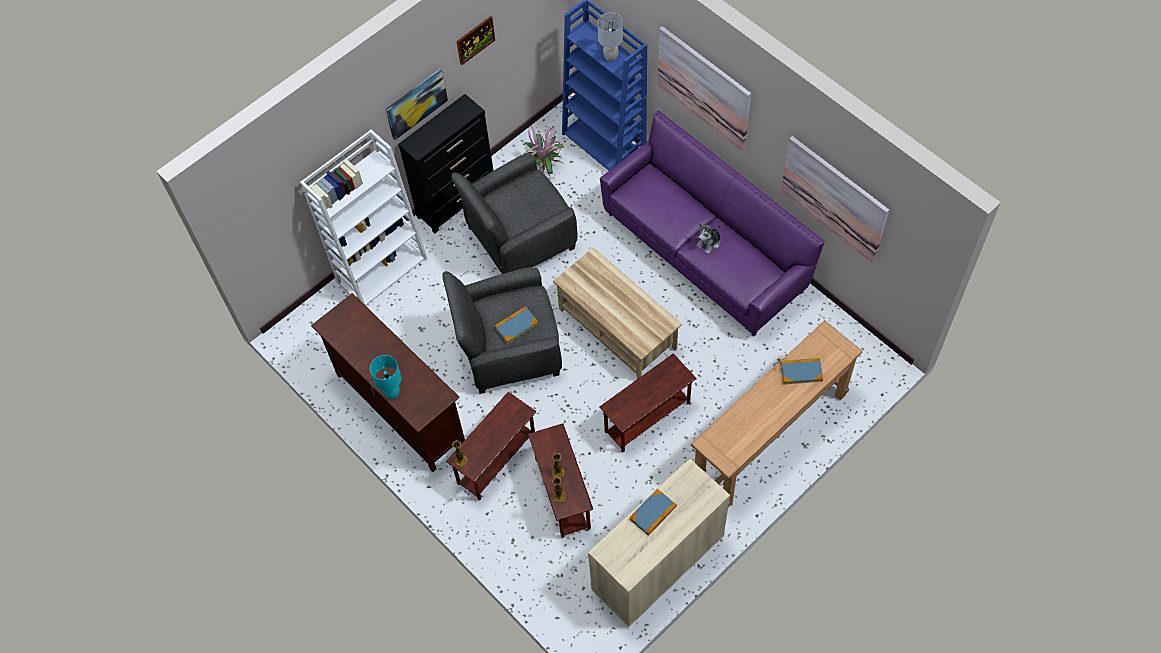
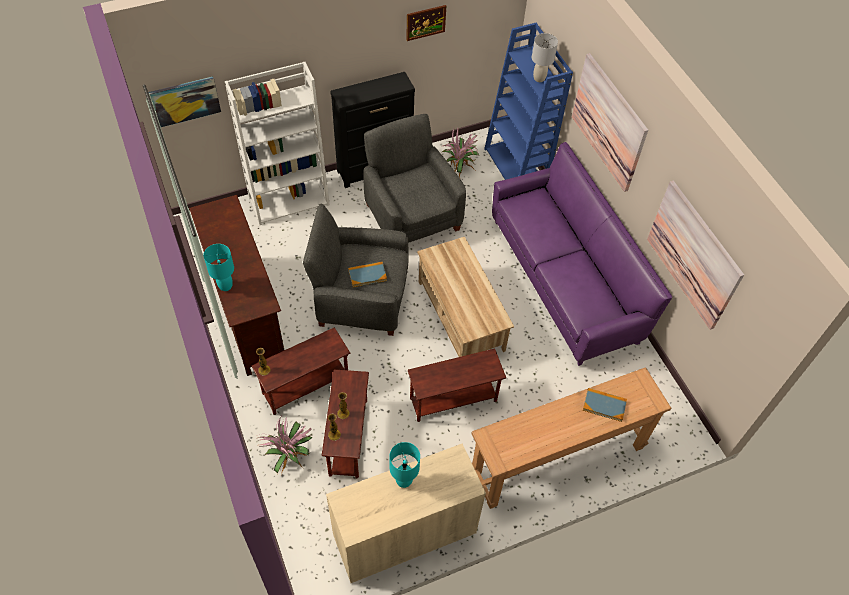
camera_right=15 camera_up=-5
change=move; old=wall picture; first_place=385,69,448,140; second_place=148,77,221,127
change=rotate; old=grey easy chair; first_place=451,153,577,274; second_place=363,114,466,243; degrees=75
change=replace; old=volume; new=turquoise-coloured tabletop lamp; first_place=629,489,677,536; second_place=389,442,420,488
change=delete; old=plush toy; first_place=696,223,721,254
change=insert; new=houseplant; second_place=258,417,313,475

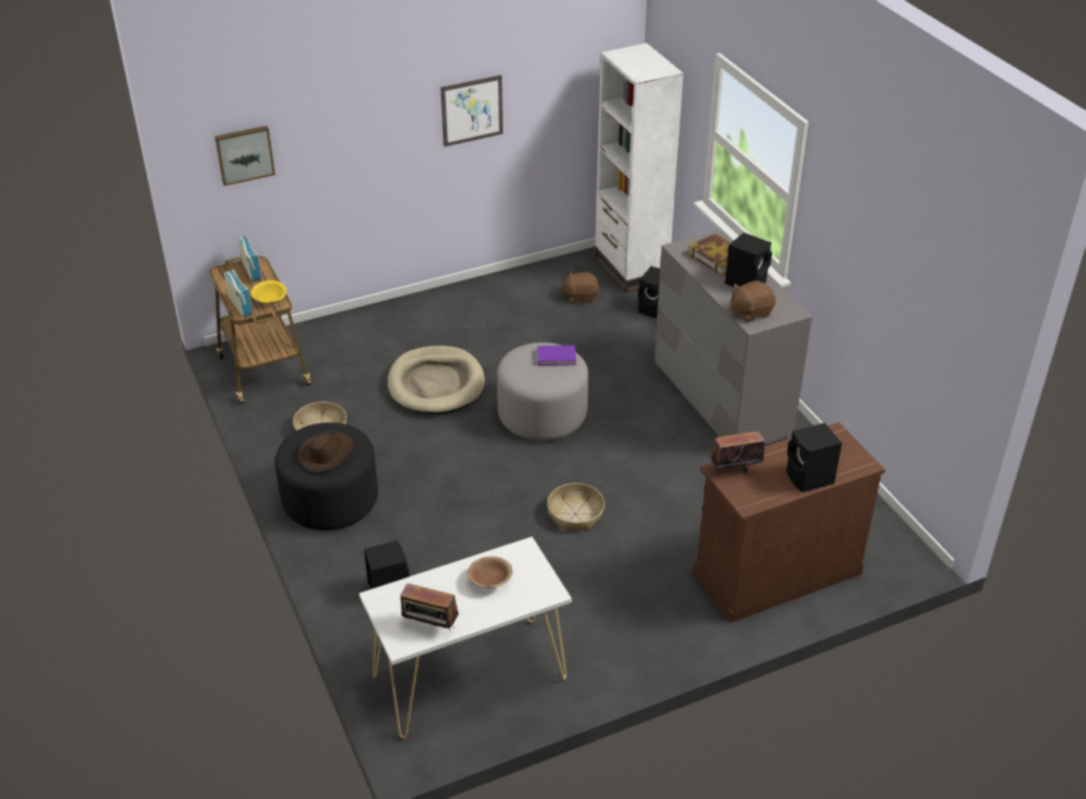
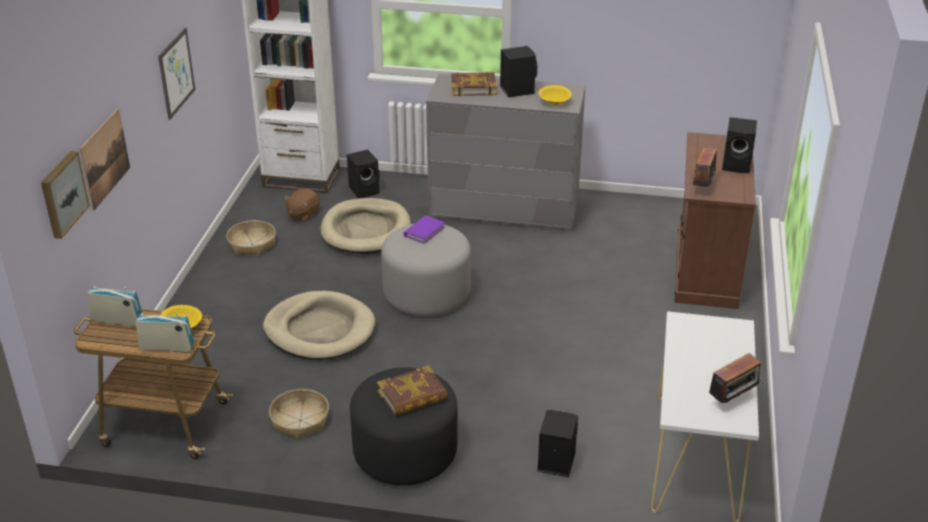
camera_right=-55 camera_up=-5
change=replace; old=brown clothing hat; new=volume; first_place=298,431,354,473; second_place=377,366,448,416
change=delete; old=brown serving bowl; first_place=467,556,513,588
change=move; old=basket; first_place=547,483,605,530; second_place=227,220,276,256
change=replace; old=brown plush toy; new=yellow serving bowl; first_place=730,281,776,322; second_place=538,85,572,105
change=insert; new=wall picture; second_place=80,108,130,211
change=insert; new=beige pet bed; second_place=321,198,411,254

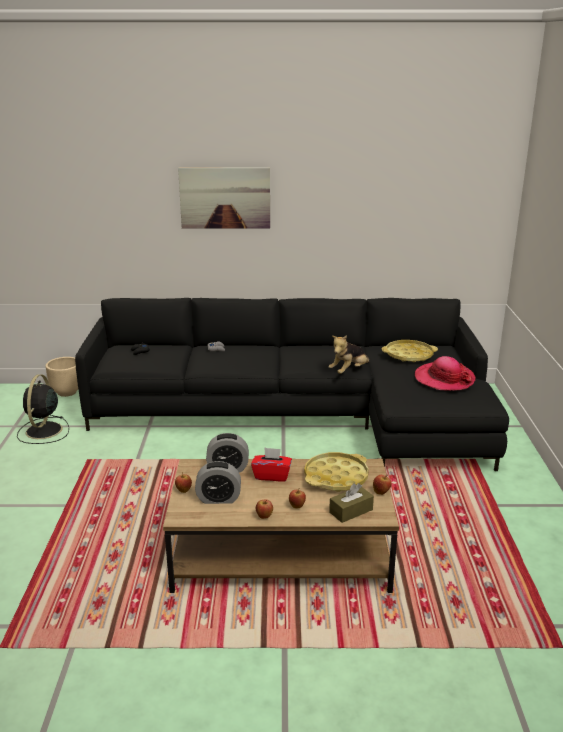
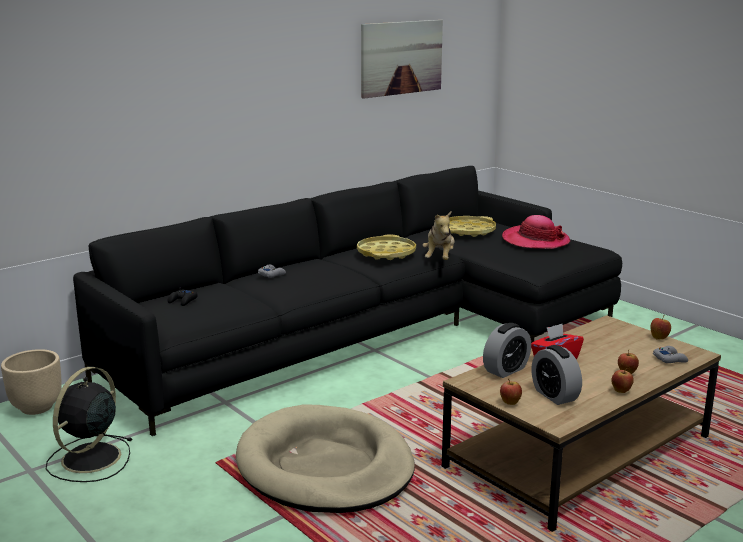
camera_right=-40 camera_up=-5
change=rotate; old=blackish electric fan; first_place=17,374,69,444; second_place=46,367,133,482; degrees=60
change=move; old=wall picture; first_place=178,167,270,228; second_place=361,20,443,99
change=rotate; old=bedside clock; first_place=195,461,241,504; second_place=531,345,582,405; degrees=105
change=move; old=yellow tray; first_place=304,452,369,492; second_place=357,234,416,260
change=replace; old=brown tissue box; new=grey gamepad; first_place=329,483,374,523; second_place=653,346,688,363
change=insert; new=beige pet bed; second_place=236,404,415,513

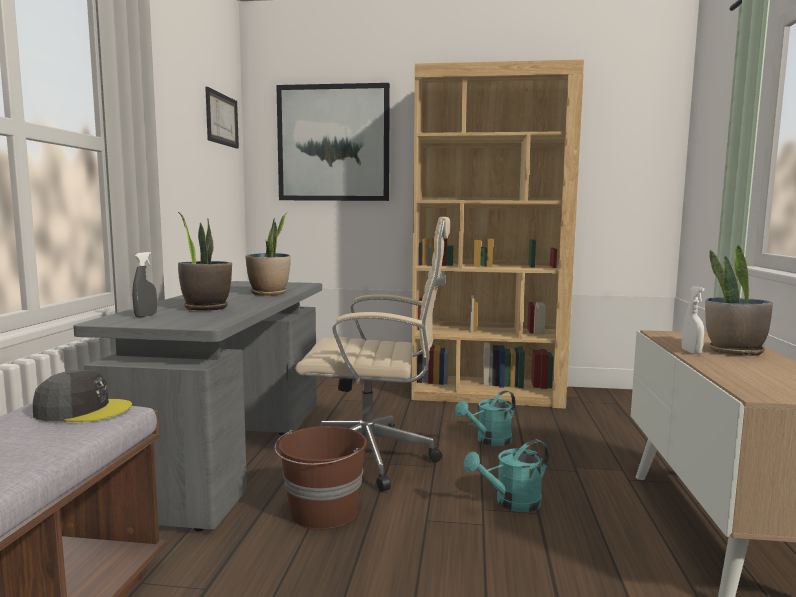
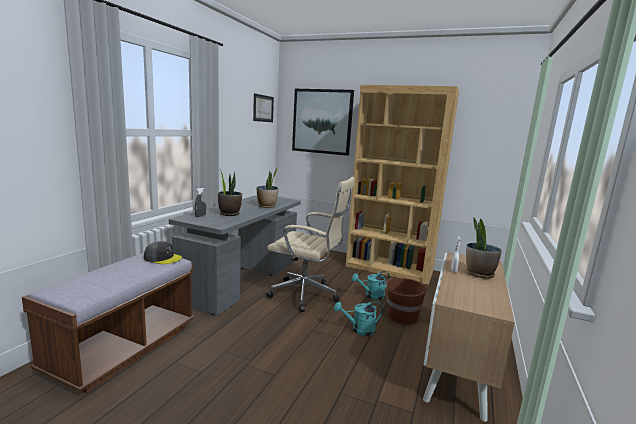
camera_right=15 camera_up=5
change=move; old=brown pail; first_place=274,426,367,530; second_place=385,278,427,324

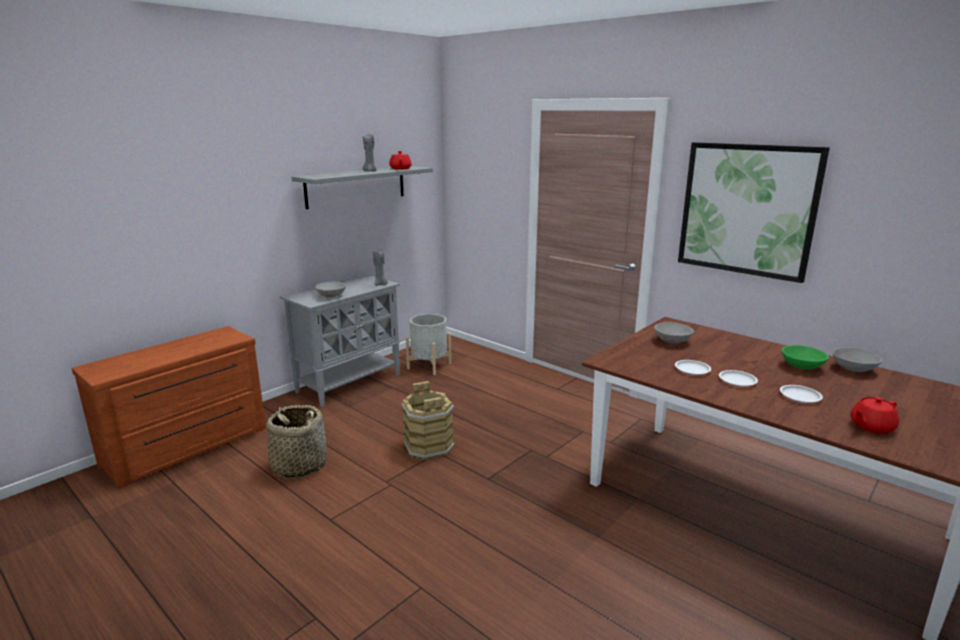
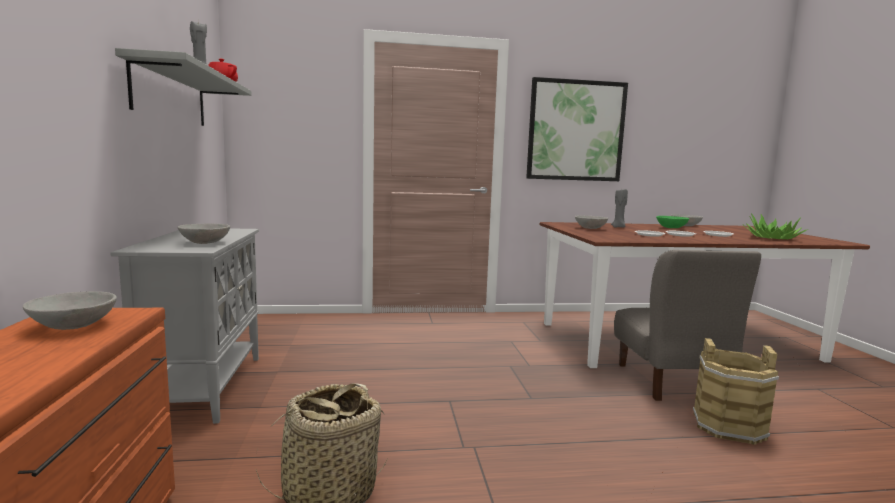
camera_right=-50 camera_up=-10
change=move; old=grey wax candle; first_place=373,251,388,286; second_place=611,189,628,228
change=move; old=brown pail; first_place=402,381,455,460; second_place=693,338,779,445
change=delete; old=grey planter; first_place=406,314,452,375
change=replace; old=reddish teapot; new=houseplant; first_place=850,397,899,434; second_place=742,213,808,239
change=insert; new=grey serving bowl; second_place=23,291,117,330
change=insert; new=grey plain chair; second_place=614,250,761,401

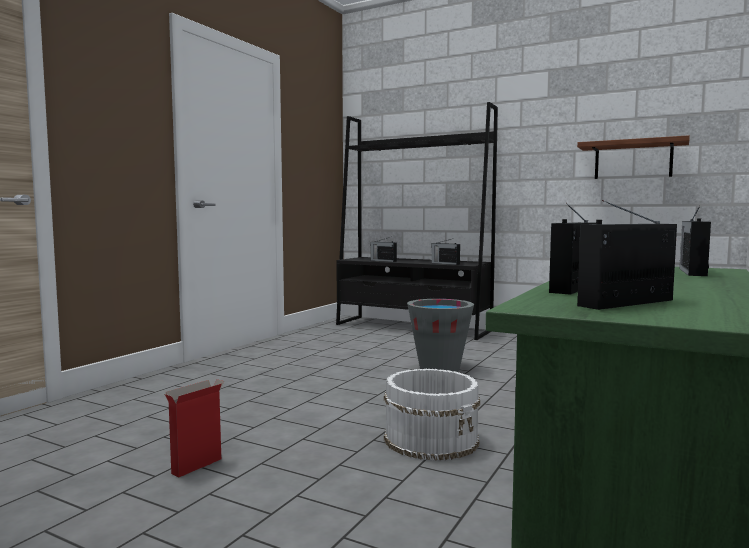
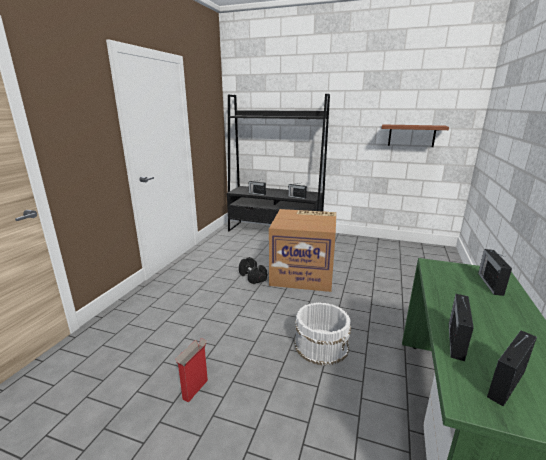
camera_right=-10 camera_up=15
change=replace; old=grey pail; new=packing box; first_place=407,299,474,372; second_place=269,209,336,292
change=insert; new=blackish dumbbell; second_place=239,257,267,284

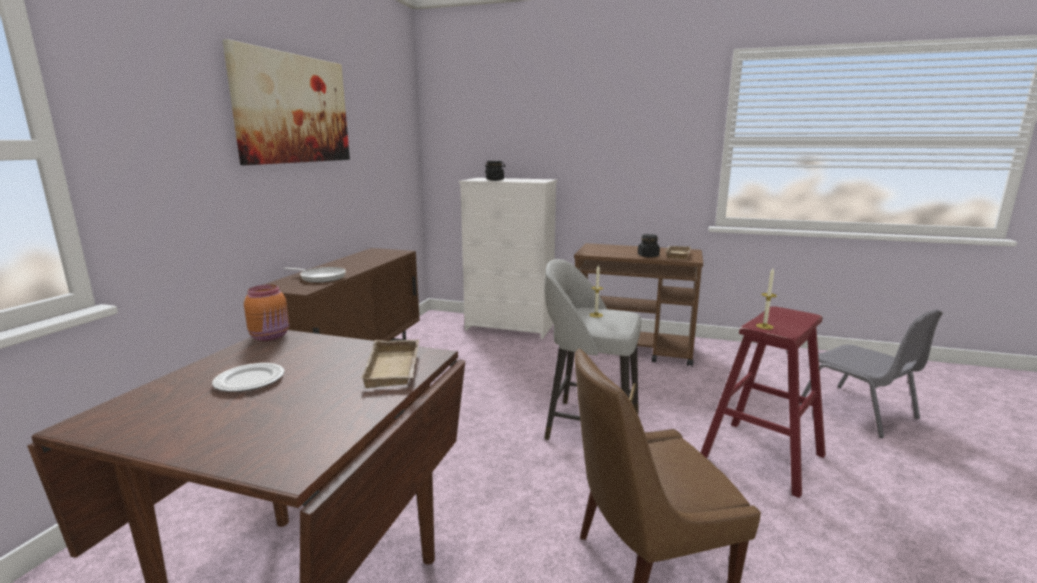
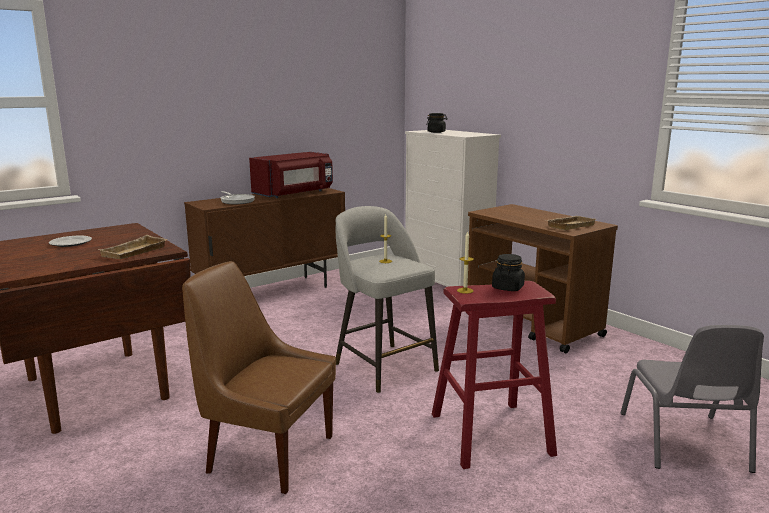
camera_right=35 camera_up=0
change=delete; old=wall picture; first_place=222,39,350,165
change=delete; old=orange-coloured jar; first_place=244,284,289,341
change=move; old=blackish jar; first_place=638,234,660,257; second_place=492,254,525,291
change=insert; new=reddish microwave oven; second_place=249,152,333,198

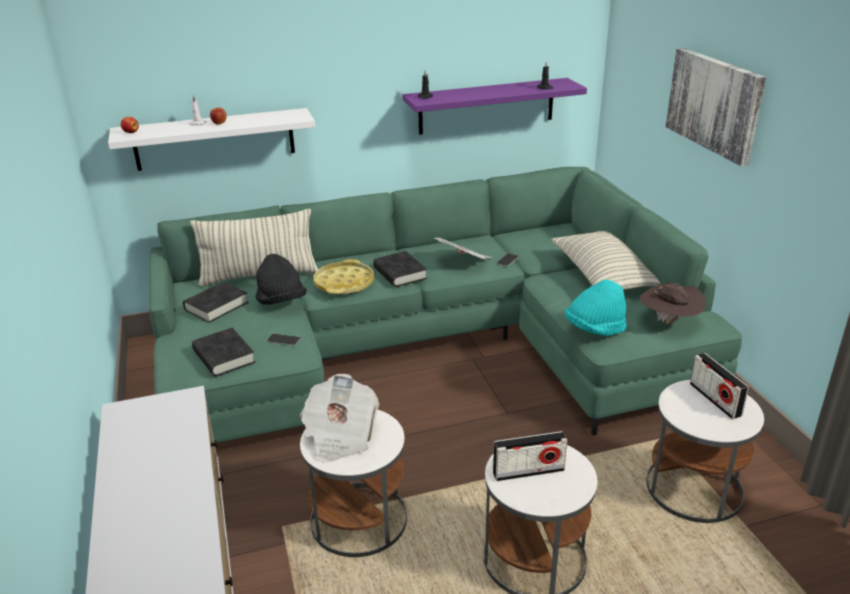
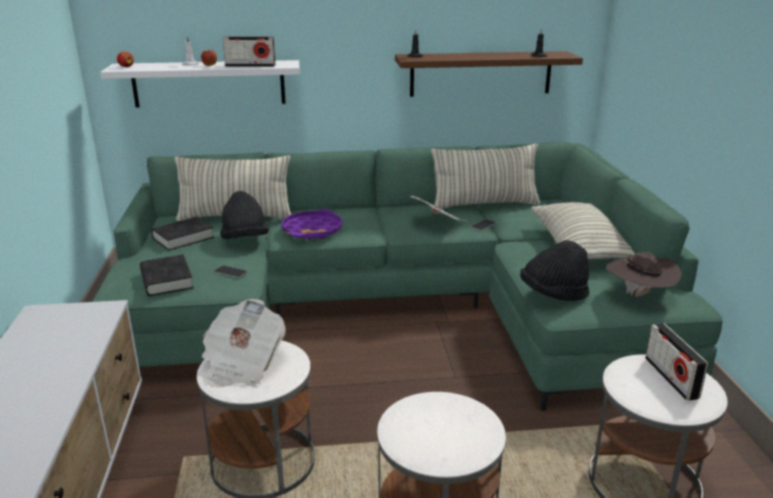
camera_right=10 camera_up=-5
change=recolor; old=yellow tray; new=purplish tray; first_place=314,259,374,295; second_place=281,209,342,239
change=delete; old=blackish volume; first_place=373,251,427,287
change=recolor; old=purplish shelf; new=brown shelf; first_place=403,78,587,135; second_place=395,51,583,97
change=move; old=radio set; first_place=493,431,567,481; second_place=222,36,275,67
change=recolor; old=turquoise-coloured clothing hat; new=blackish clothing hat; first_place=565,280,627,336; second_place=520,240,589,301
change=delete; old=wall picture; first_place=666,48,766,166
change=insert; new=cushion; second_place=431,144,540,209

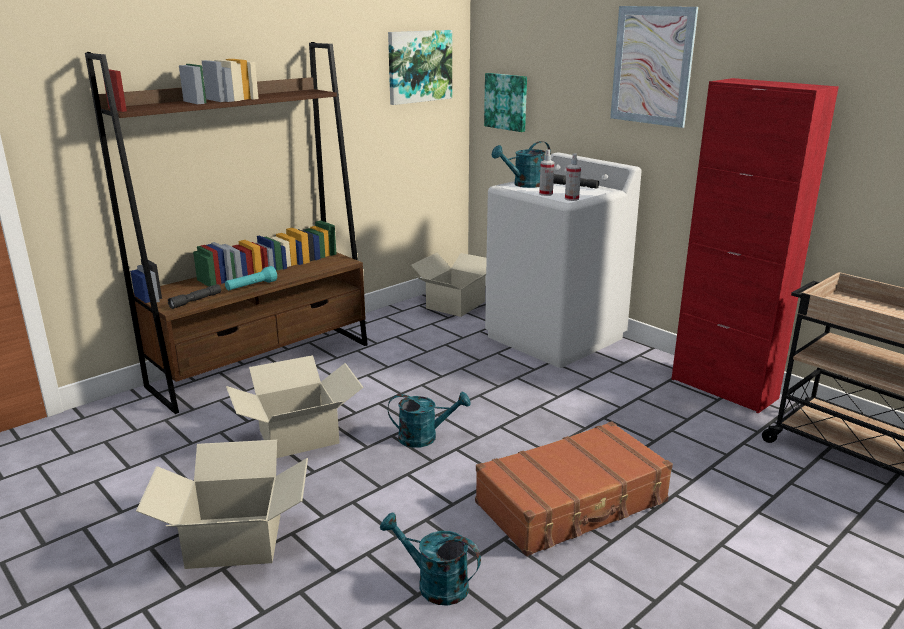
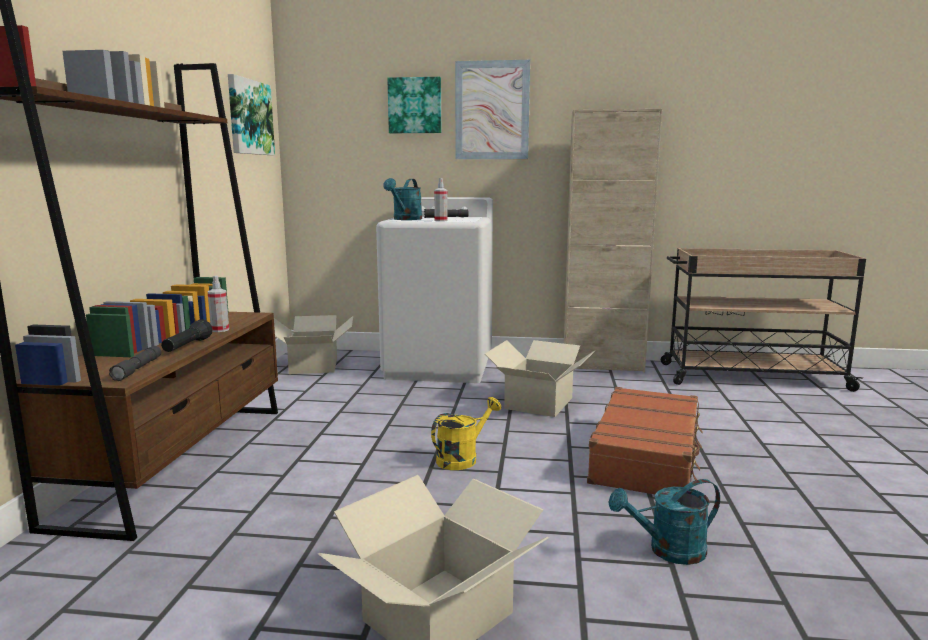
camera_right=-40 camera_up=-10
change=recolor; old=turquoise-coloured torch; new=blackish torch; first_place=225,266,277,290; second_place=161,319,213,352
change=move; old=packing box; first_place=226,355,363,458; second_place=485,340,595,417
change=recolor; old=turquoise-coloured watering pot; new=yellow watering pot; first_place=388,392,471,448; second_place=431,397,501,470
change=move; old=wall picture; first_place=484,73,527,132; second_place=387,77,441,133
change=move; old=spray bottle; first_place=565,153,581,201; second_place=208,276,229,332
change=recolor; old=reddish cabinet; new=beige cabinet; first_place=671,78,839,413; second_place=564,109,662,372

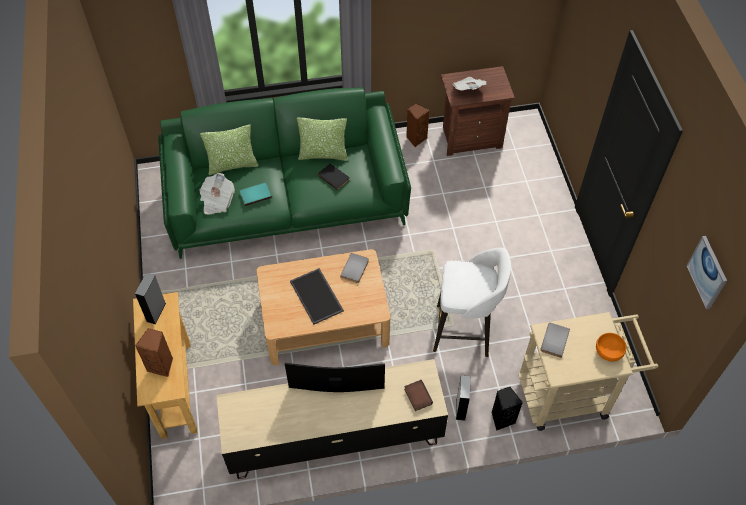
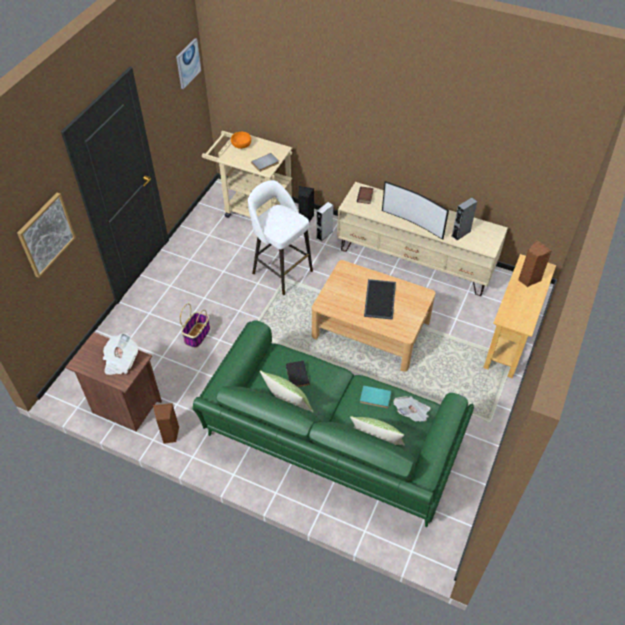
camera_right=-145 camera_up=-5
change=move; old=grey loudspeaker; first_place=135,273,166,324; second_place=452,197,478,240
change=delete; old=grey volume; first_place=340,253,369,283
change=insert; new=wall picture; second_place=17,193,76,278
change=insert; new=basket; second_place=180,303,210,348

